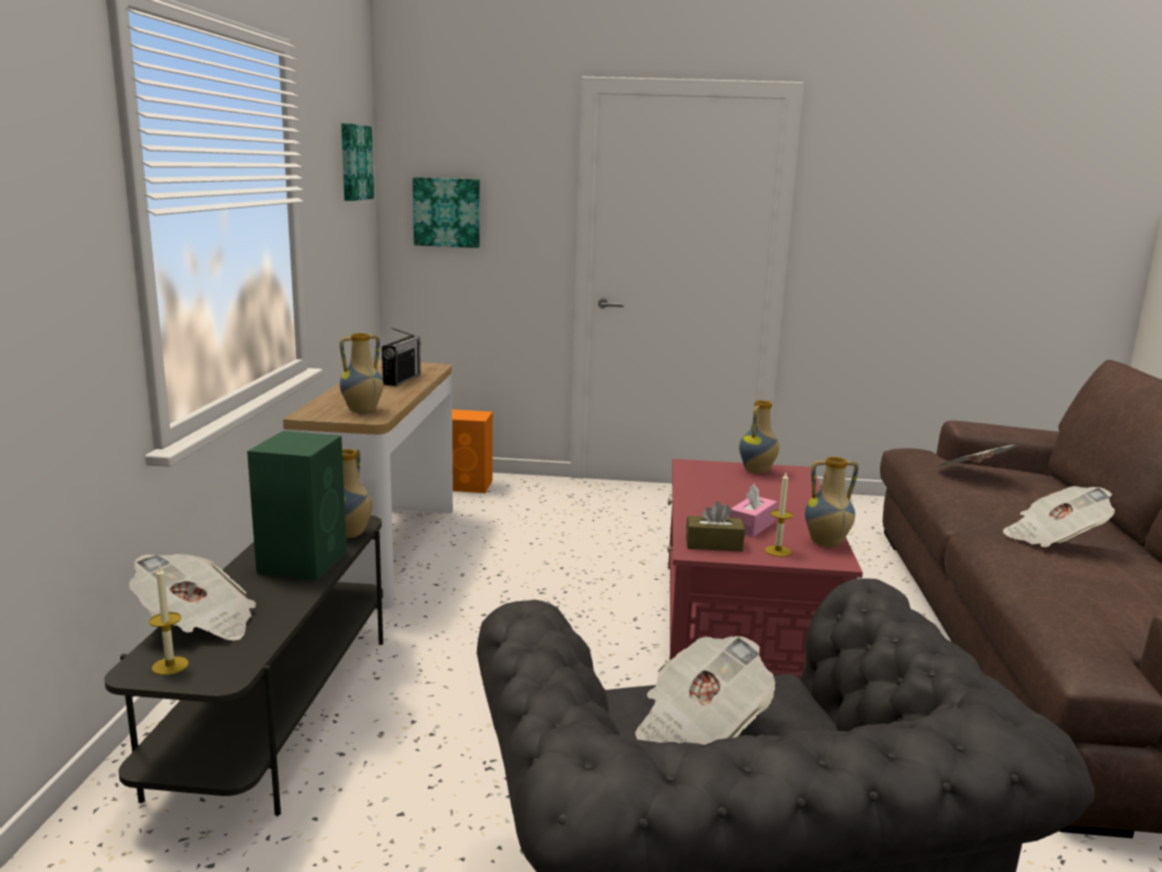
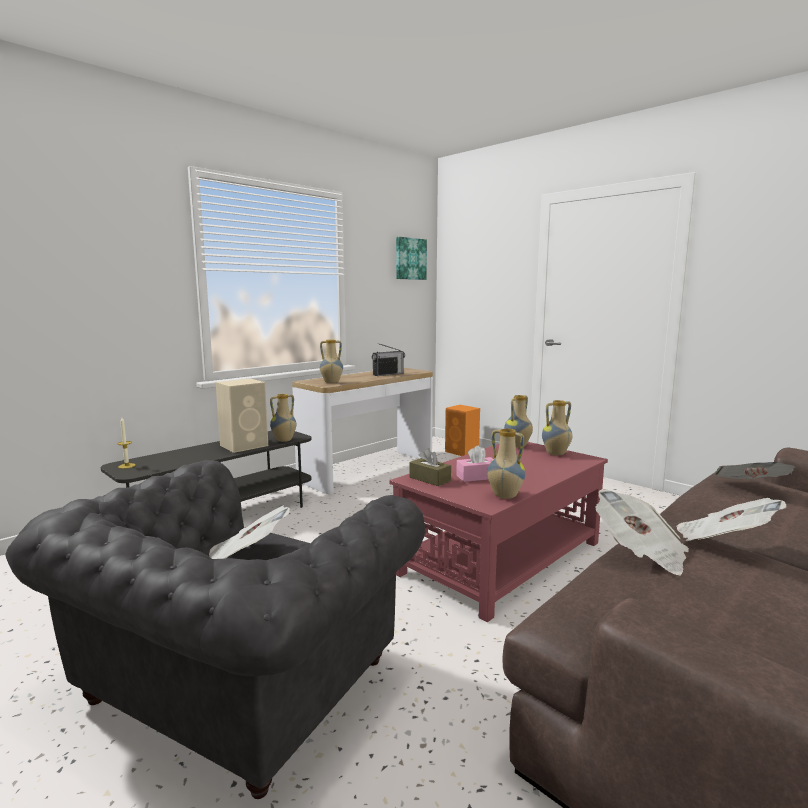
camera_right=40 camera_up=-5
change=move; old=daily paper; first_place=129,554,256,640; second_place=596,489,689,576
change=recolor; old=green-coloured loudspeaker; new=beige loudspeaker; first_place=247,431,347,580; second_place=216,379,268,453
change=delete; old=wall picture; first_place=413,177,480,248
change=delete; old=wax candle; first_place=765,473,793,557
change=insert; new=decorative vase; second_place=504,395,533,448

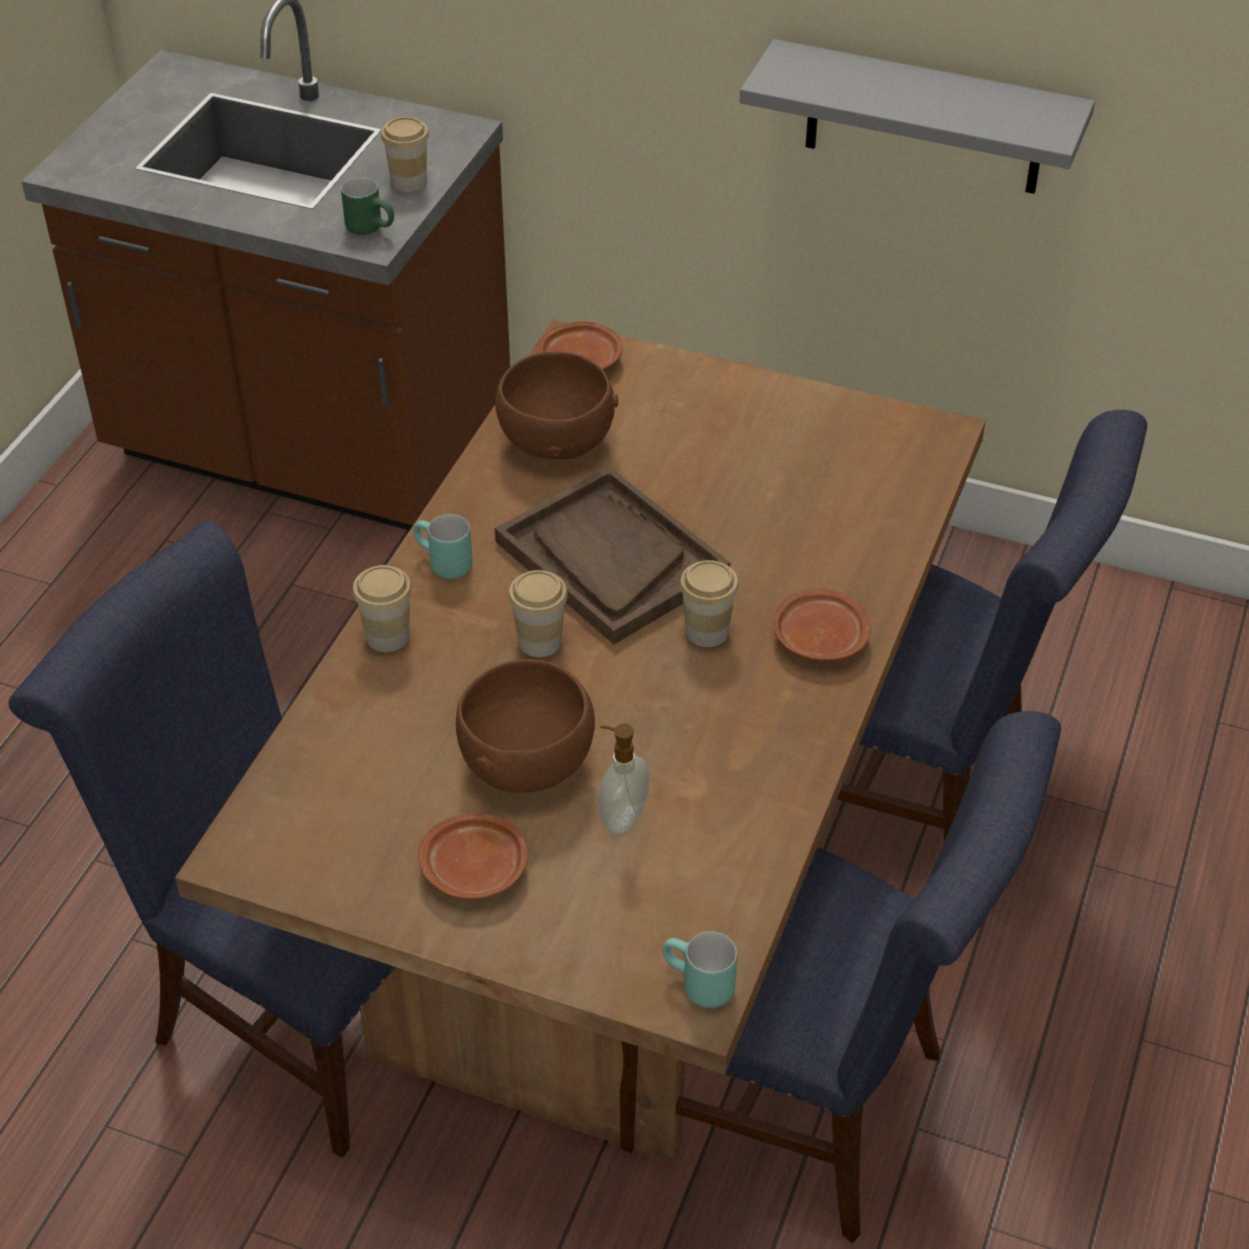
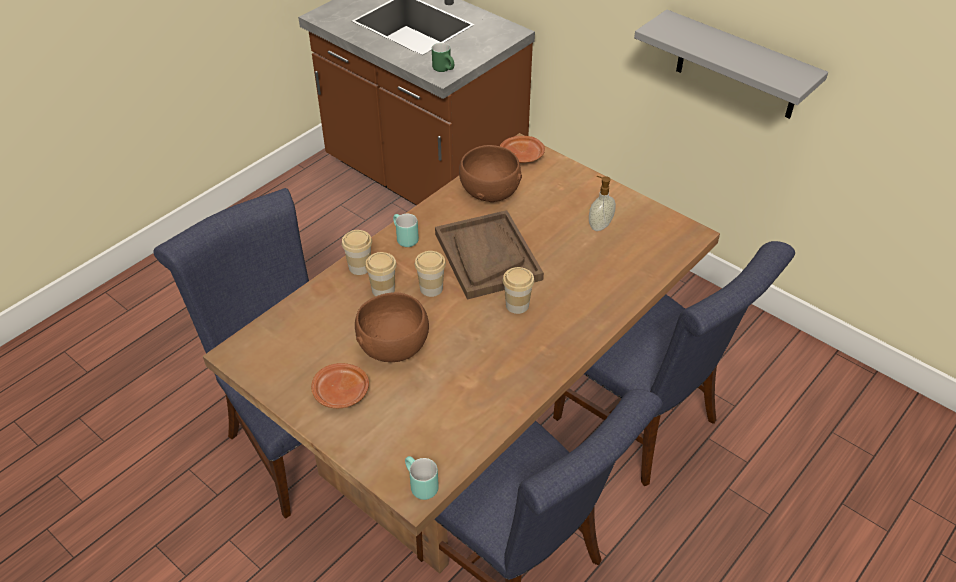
camera_right=20 camera_up=0
change=move; old=small cup; first_place=381,117,429,192; second_place=365,252,397,296
change=move; old=liquid soap bottle; first_place=598,723,649,835; second_place=589,176,616,231
change=delete; old=brown dinner plate; first_place=773,588,871,661

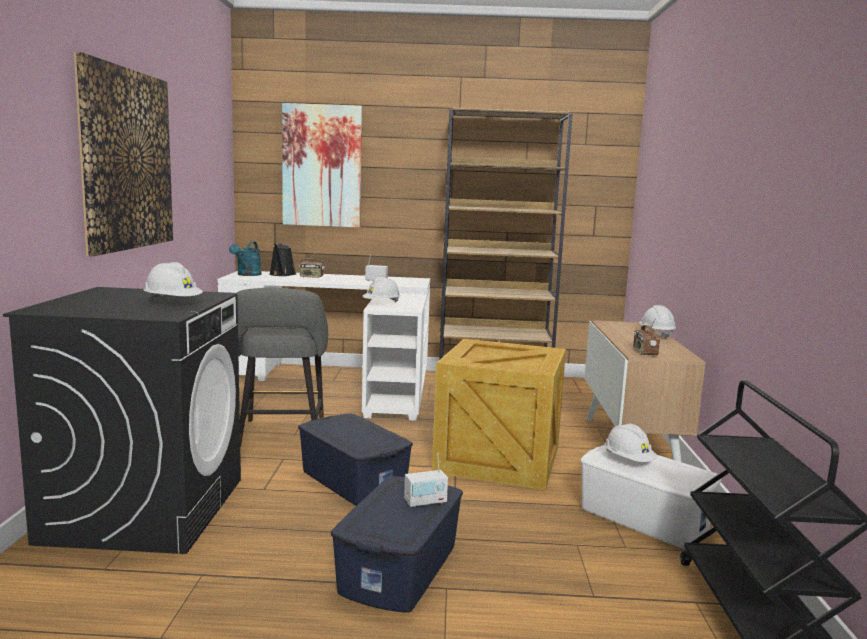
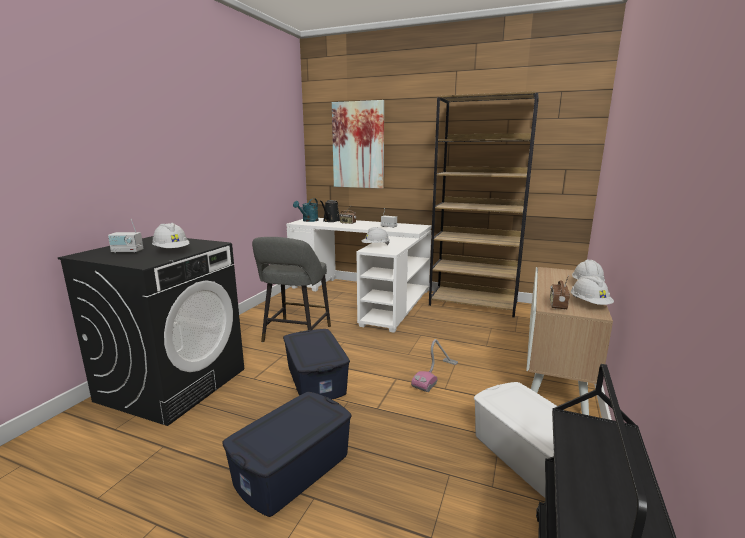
camera_right=20 camera_up=5
change=delete; old=wall picture; first_place=74,52,173,256
change=move; old=radio set; first_place=404,453,448,508; second_place=108,219,144,253
change=replace; old=crate; new=hoover; first_place=432,339,566,490; second_place=411,339,458,392
change=move; old=white work helmet; first_place=604,424,657,462; second_place=571,276,614,305

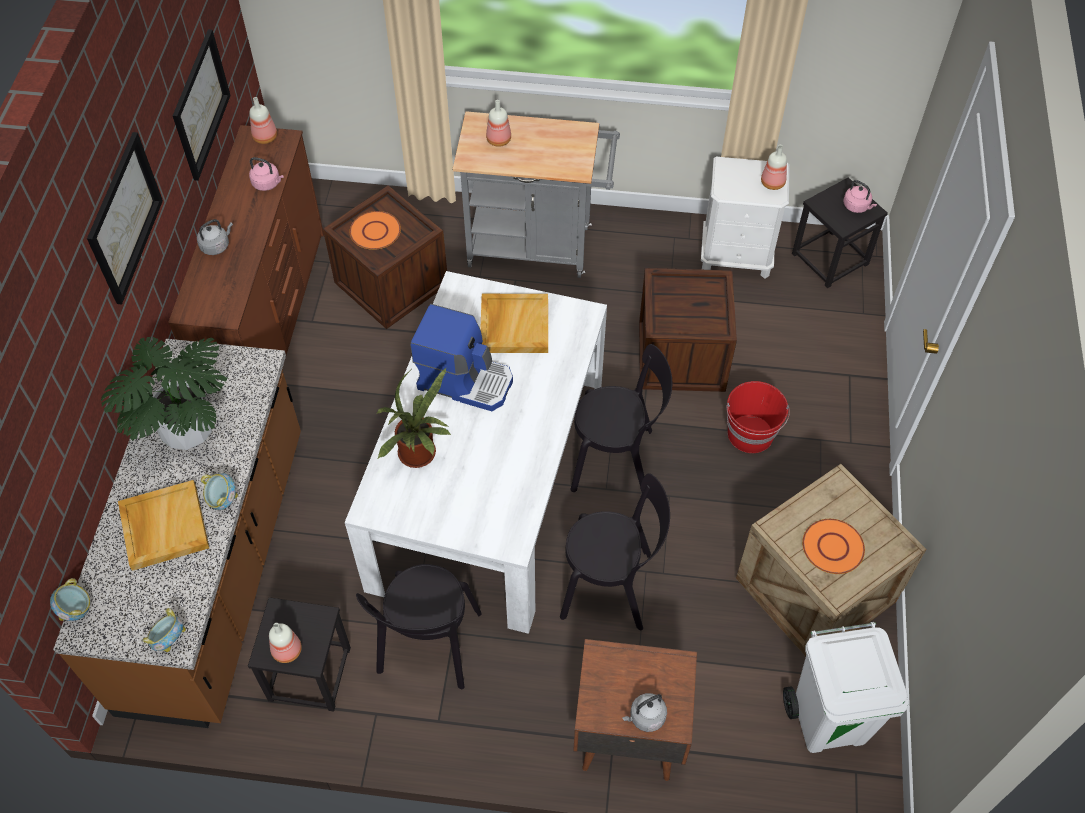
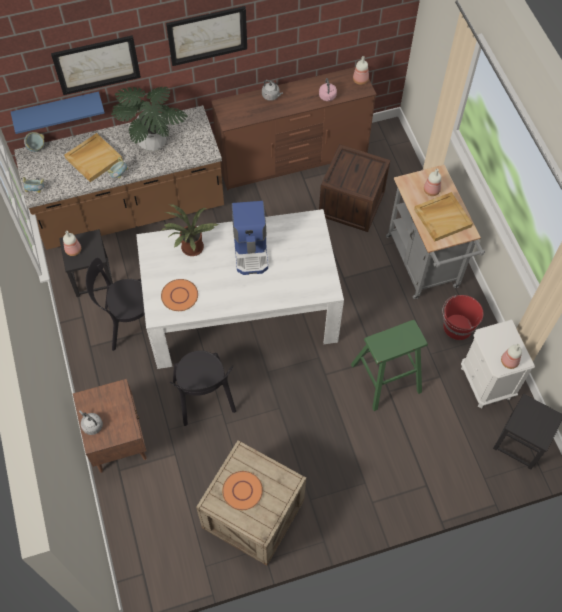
camera_right=65 camera_up=5
change=move; old=wall picture; first_place=173,29,231,181; second_place=51,35,141,95
change=move; old=orange-coloured dinner plate; first_place=350,211,401,250; second_place=161,279,198,311
change=move; old=beige tray; first_place=480,294,548,353; second_place=414,192,473,242
change=delete; old=blackish plain chair; first_place=570,344,672,498
change=replace; old=crate; new=green-coloured sitting stool; first_place=639,268,737,392; second_place=351,320,428,411
change=move; old=reddish pail; first_place=726,381,790,453; second_place=442,295,483,340
change=delete; old=white waste bin; first_place=783,622,908,753
change=delete; old=pink kettle; first_place=843,180,877,213
change=insert; new=blue-coloured shelf; second_place=11,92,105,134

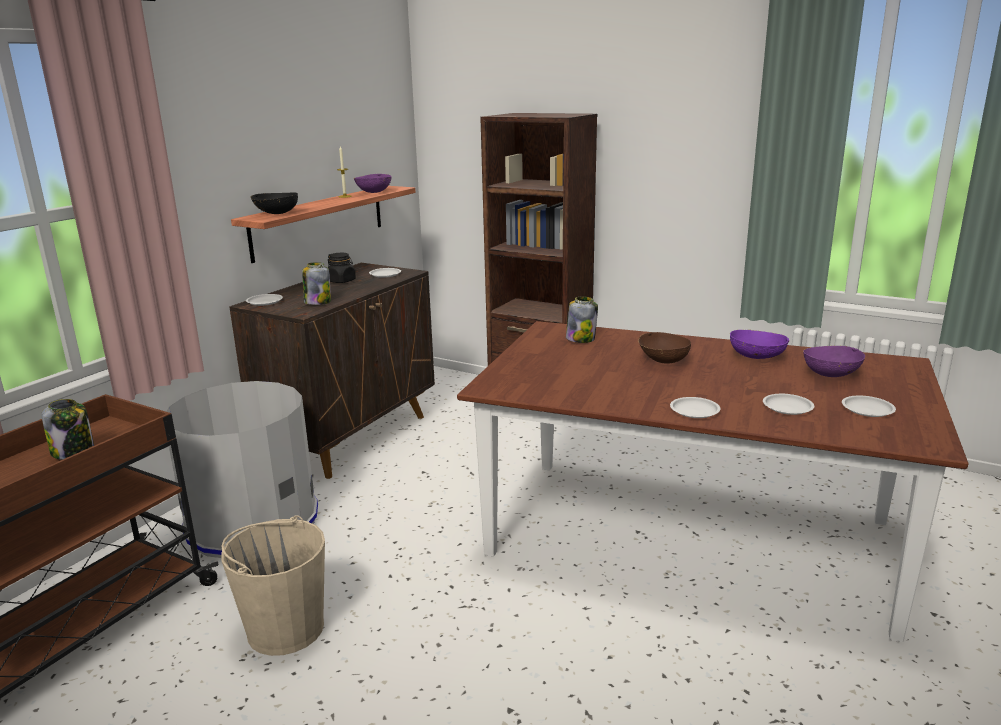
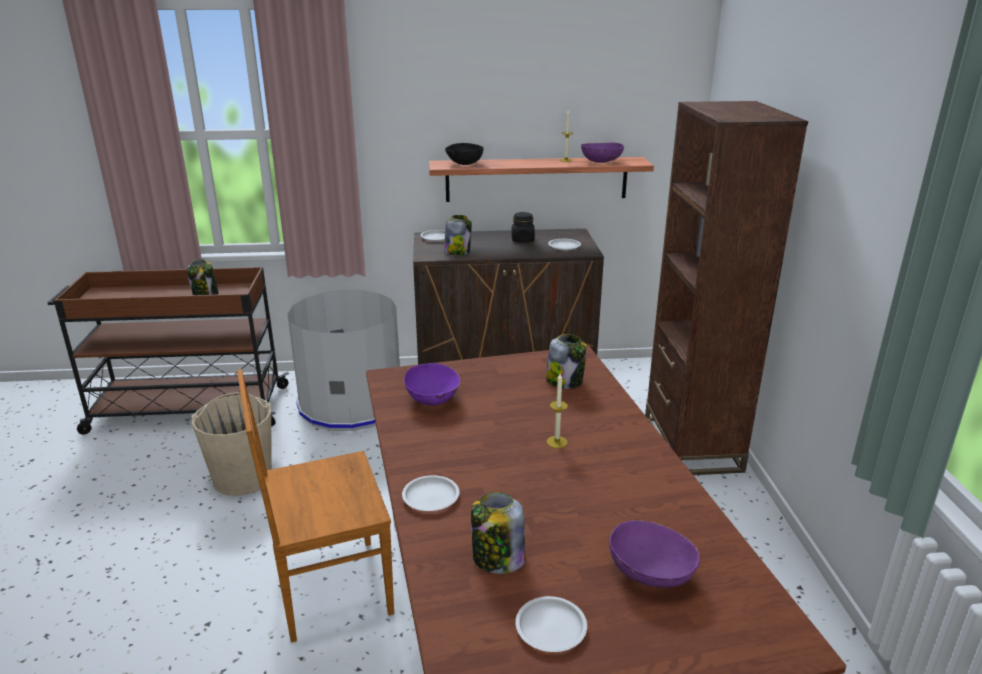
camera_right=55 camera_up=5
change=replace; old=brown serving bowl; new=wax candle; first_place=638,332,691,364; second_place=547,373,568,448
change=move; old=purplish serving bowl; first_place=729,330,789,359; second_place=404,363,460,406
change=replace; old=white dinner plate; new=jar; first_place=763,394,814,415; second_place=471,492,525,574
change=insert; new=brown plain chair; second_place=237,369,394,643

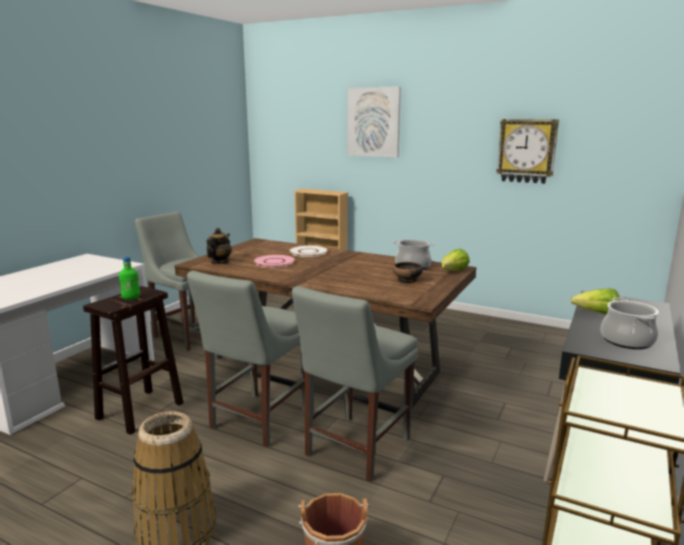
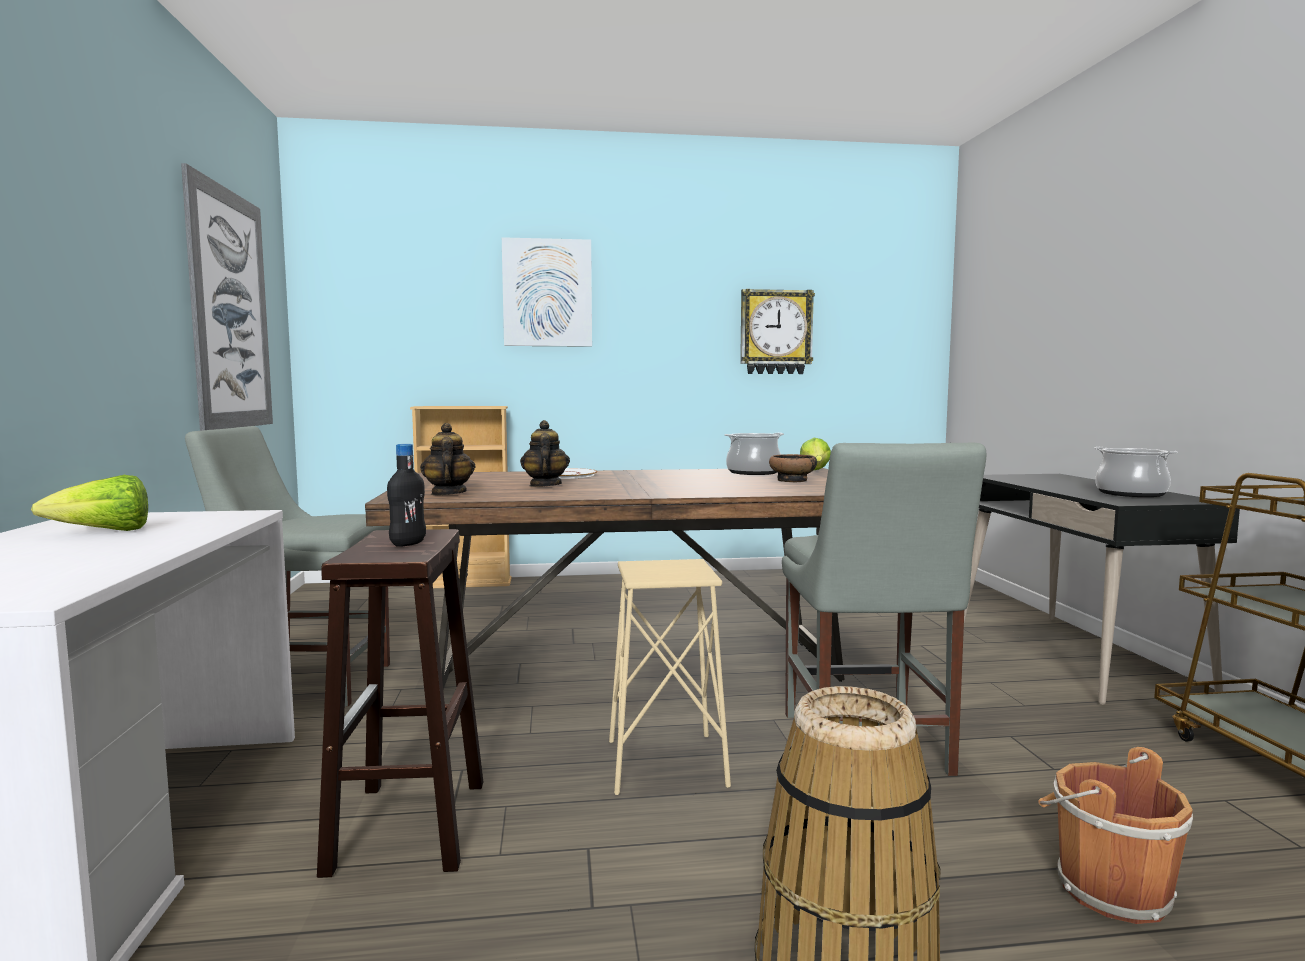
camera_right=-35 camera_up=-10
change=recolor; old=green-coloured drink bottle; new=blackish drink bottle; first_place=119,256,140,300; second_place=387,444,426,547
change=replace; old=grey plain chair; new=beige sitting stool; first_place=187,271,305,447; second_place=609,559,731,795
change=replace; old=pink dinner plate; new=teapot; first_place=253,255,296,268; second_place=520,420,570,487
change=move; old=head of lettuce; first_place=571,288,620,315; second_place=31,475,148,531
change=insert; new=wall picture; second_place=181,163,273,431

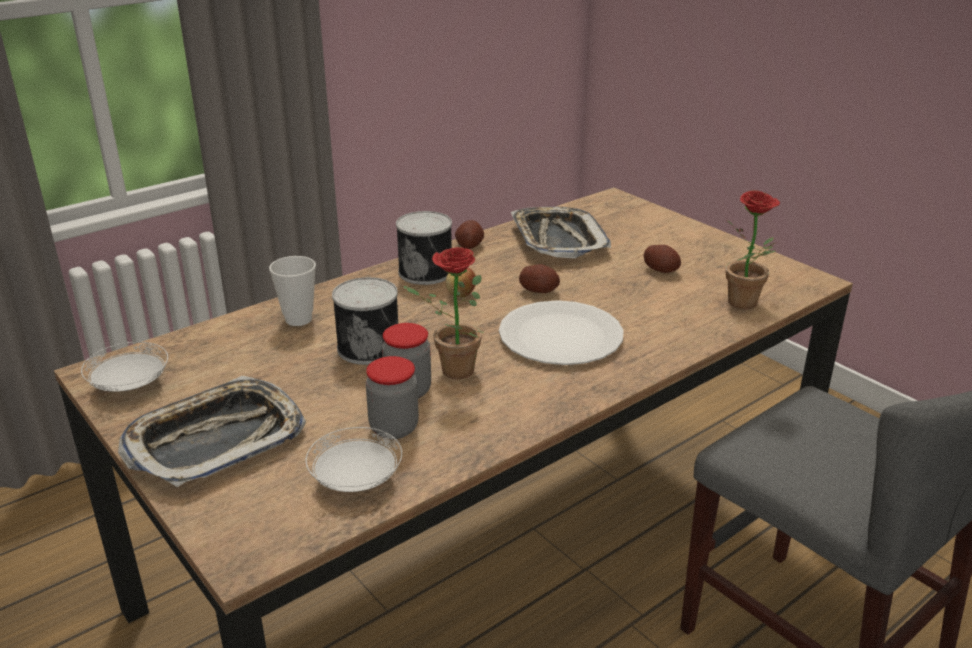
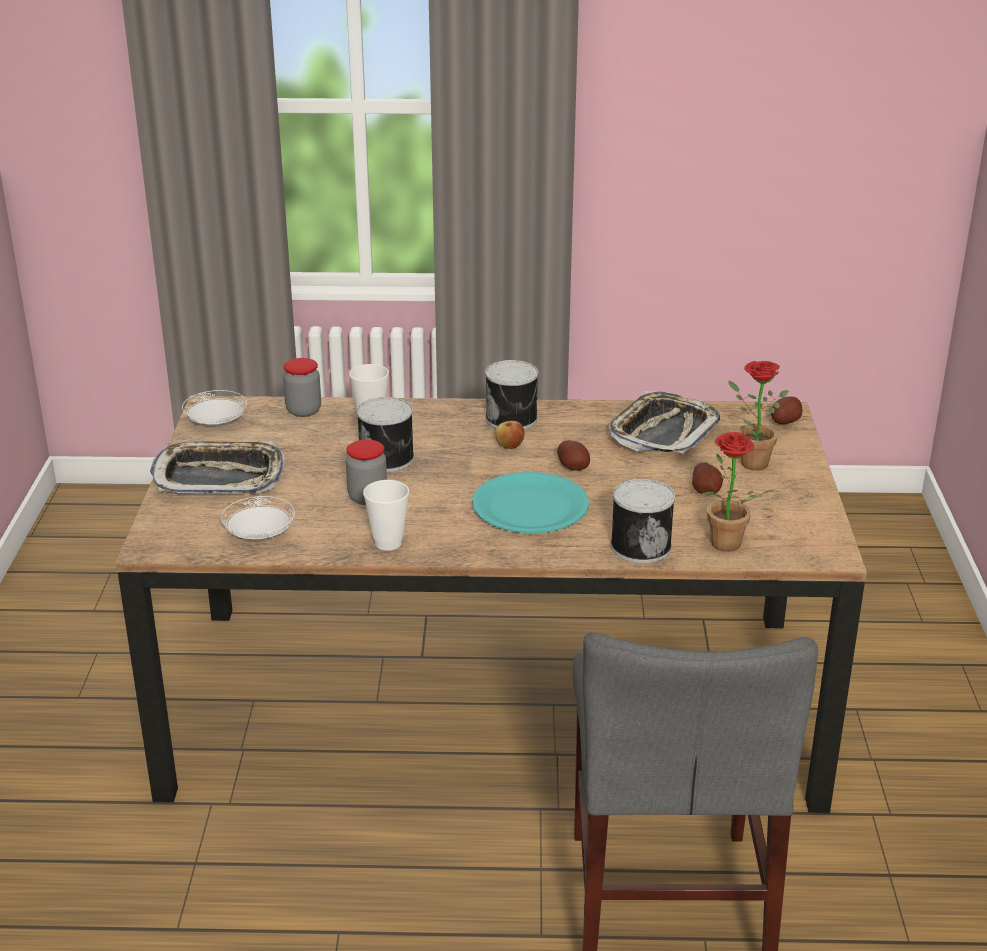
camera_right=40 camera_up=0
change=move; old=jar; first_place=366,356,419,439; second_place=283,358,321,417
change=move; old=houseplant; first_place=402,247,485,379; second_place=728,361,788,470
change=move; old=spud; first_place=455,220,484,249; second_place=771,397,803,424
change=recolor; old=white dinner plate; new=turquoise-coloured dinner plate; first_place=499,300,624,365; second_place=472,472,589,533
change=insert; new=small cup; second_place=363,480,409,551
change=insert; new=sealed can; second_place=611,479,675,563

